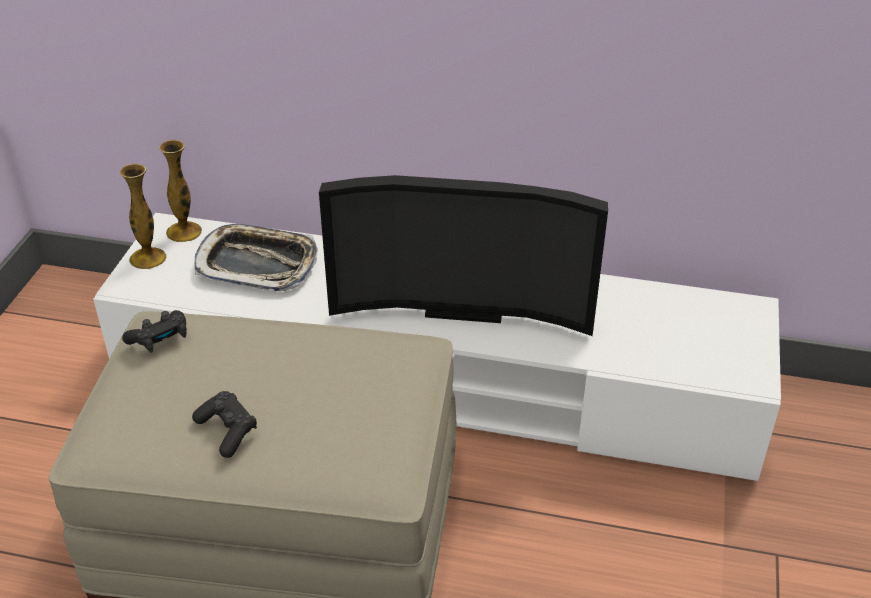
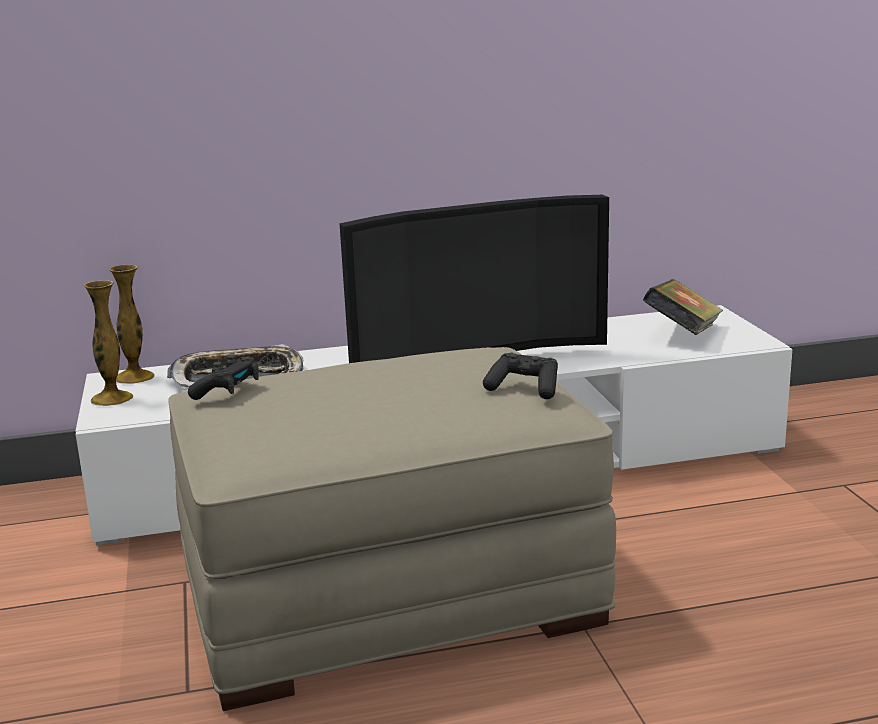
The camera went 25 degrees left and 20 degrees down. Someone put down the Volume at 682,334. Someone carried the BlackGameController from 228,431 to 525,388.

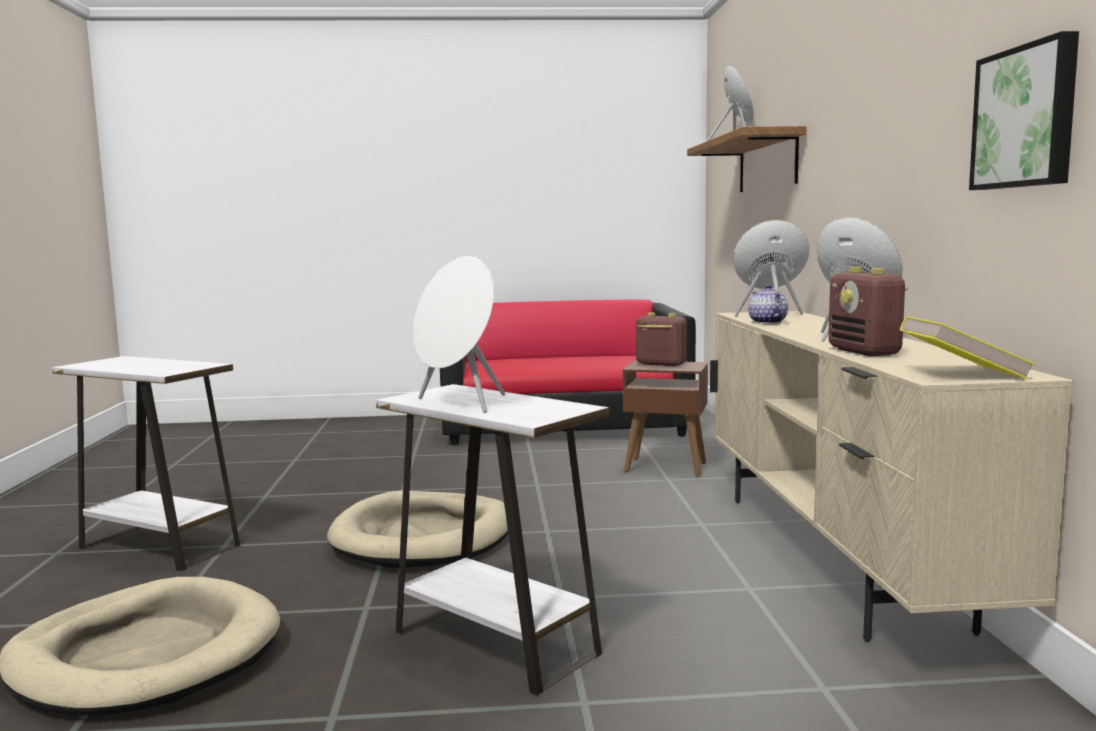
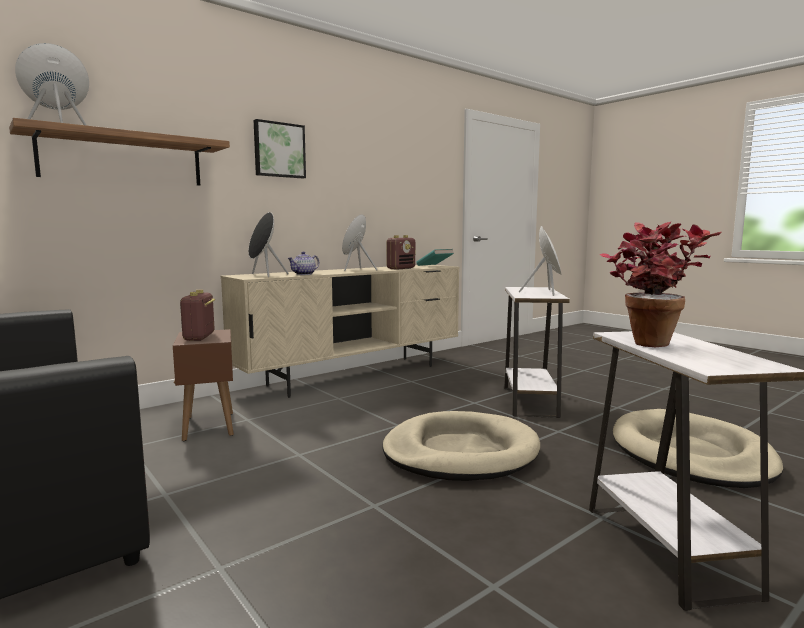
The camera went 125 degrees left and 0 degrees up. Someone put down the PlantInAPot at 647,341. Someone carried the WallArt from 1027,117 to 279,150. Someone repainted the YellowColouredVolume at 962,373, which became the BlueGreenVolume at 434,266.

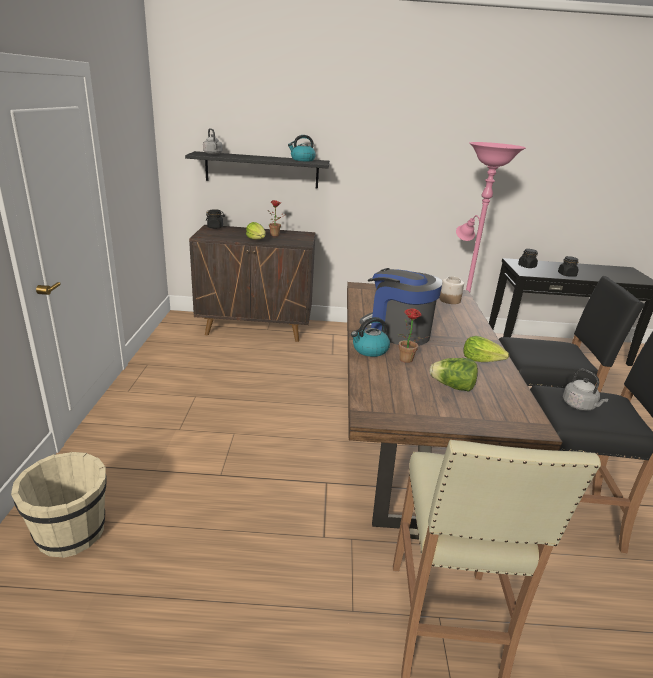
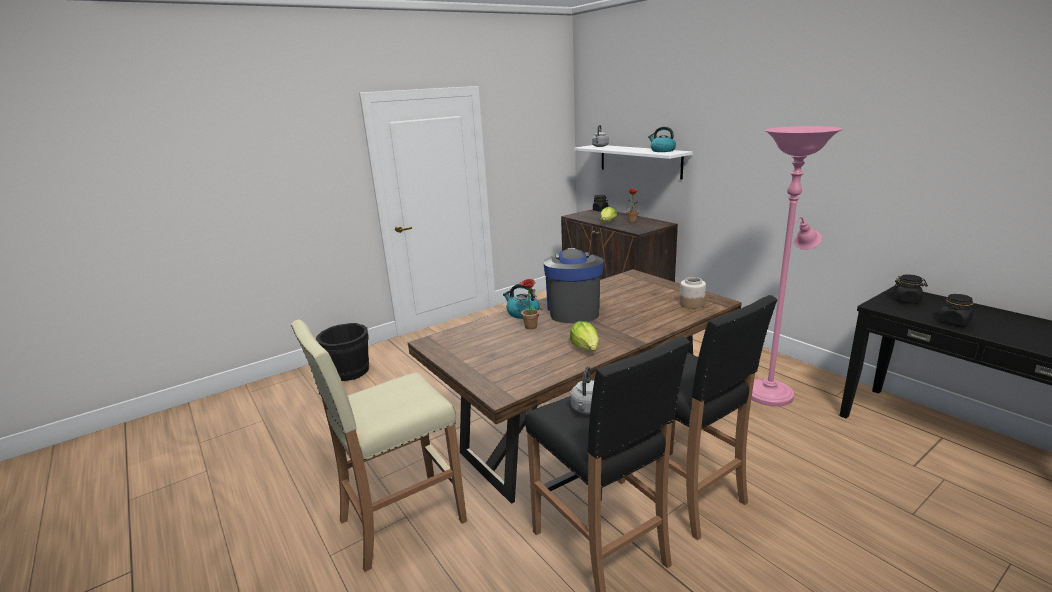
The camera went 55 degrees right and 5 degrees down. Someone took away the LettuceHead at 452,387. Someone repainted the SandColouredBucket at 72,533, which became the BlackBucket at 349,372. Someone repainted the BlackBracketShelf at 262,170, which became the WhitishBracketShelf at 639,161.

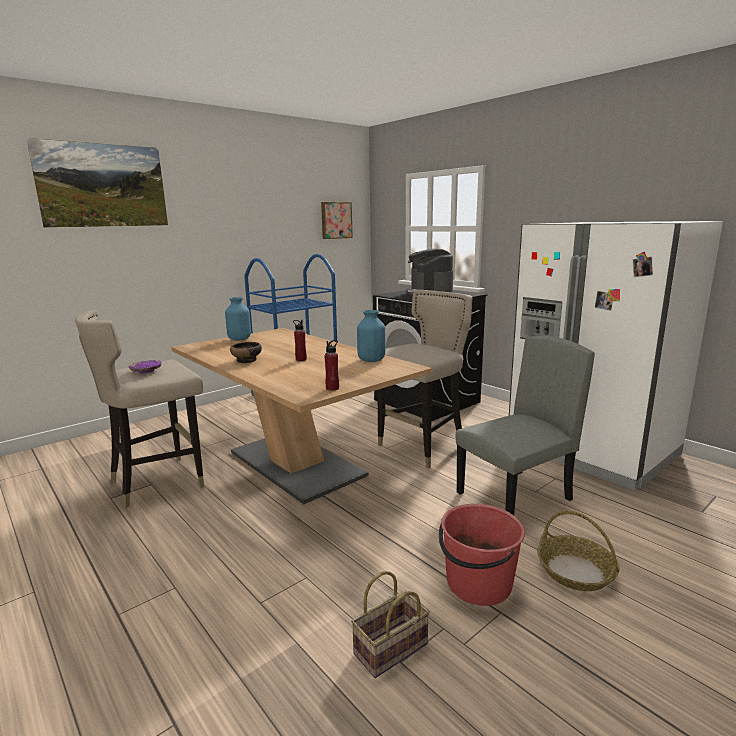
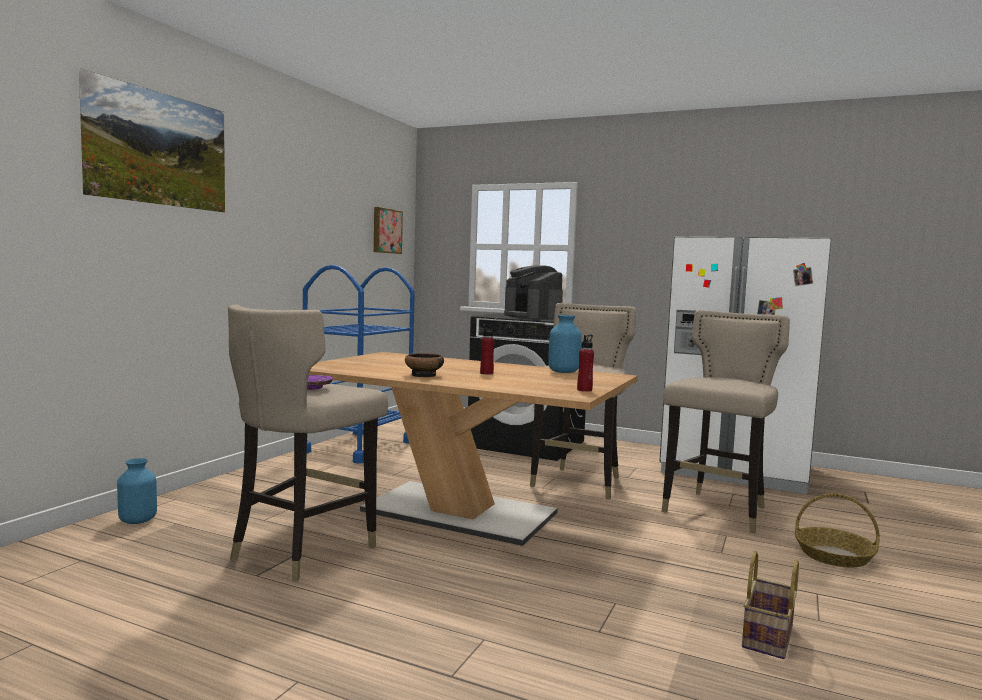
The camera went 25 degrees left and 10 degrees down. Someone took away the RedBucket at 478,584. Someone carried the BluishDecorativeVase from 239,339 to 137,521. Someone swapped the GrayUprightChair at 514,497 for the SandColouredStool at 718,512.

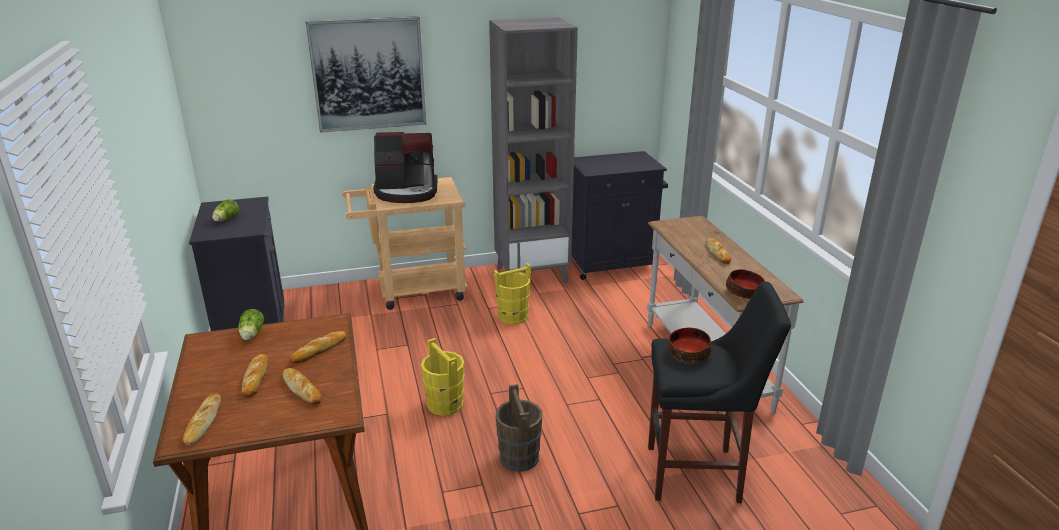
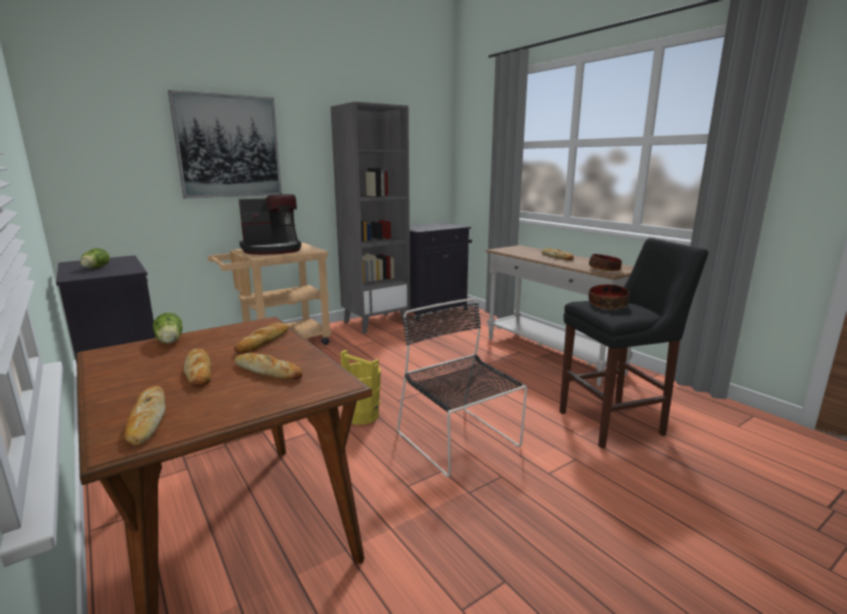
The camera went 20 degrees left and 10 degrees down. Someone took away the YellowColouredBucket at 513,316. Someone swapped the BrownishBucket at 519,457 for the BlackUprightChair at 460,441.

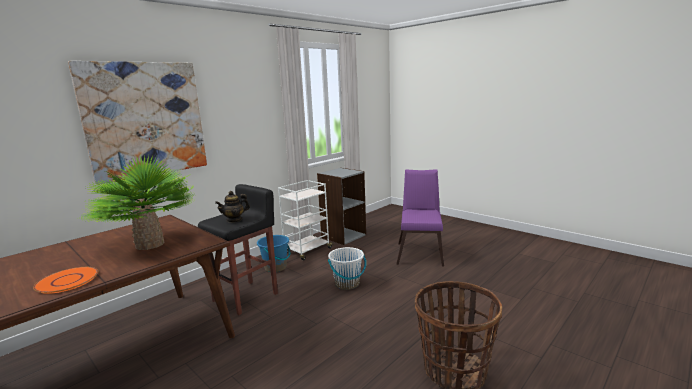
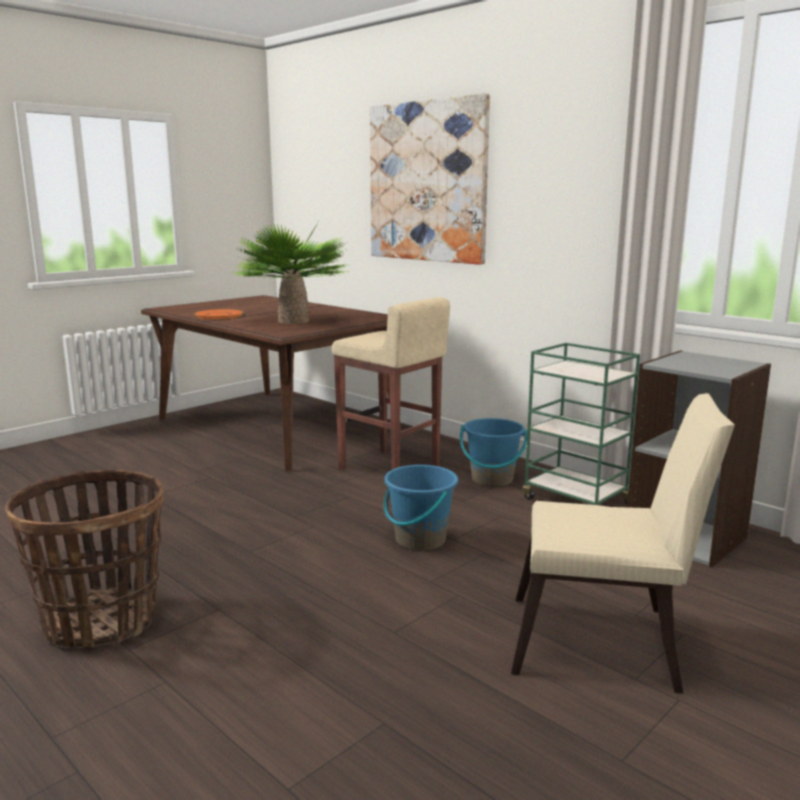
The camera went 90 degrees right and 0 degrees up. Someone took away the TeaPot at 234,220. Someone repainted the BlackStool at 246,297, which became the SandColouredStool at 389,468. Someone repainted the WhitishCart at 307,251, which became the GreenCart at 576,501. Someone repainted the WhitishBucket at 347,284, which became the BluishBucket at 420,540. Someone repainted the PurpleColouredUprightChair at 420,253, which became the SandColouredUprightChair at 605,645.

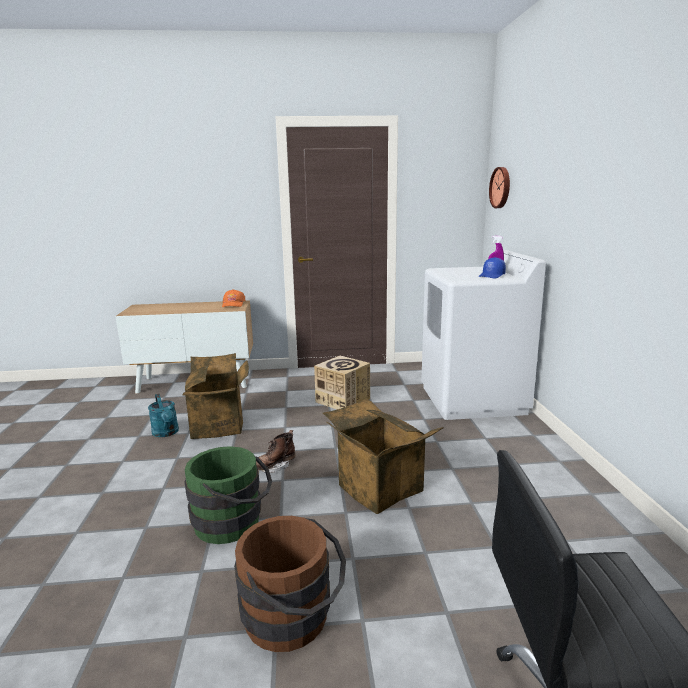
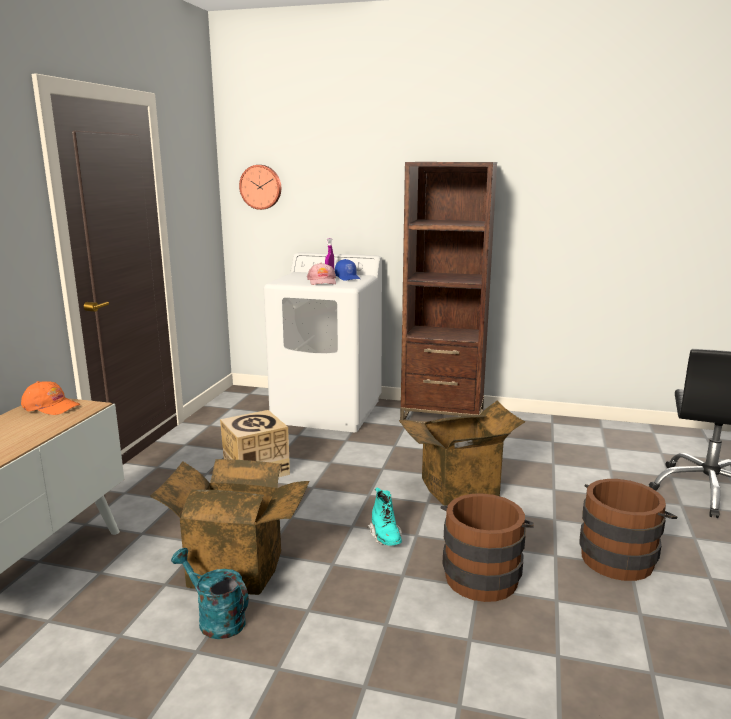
The camera went 70 degrees left and 0 degrees up. Someone put down the PinkColouredPeakedCap at 322,281. Someone put down the BrownishBookshelf at 442,416. Someone repainted the GreenBucket at 234,522, which became the BrownishBucket at 482,574. Someone repainted the BrownishHighTopBoot at 273,467, which became the BlueGreenHighTopBoot at 385,537. Someone rotated the BlueGreenWateringPot at 166,433 by 135 degrees counterclockwise.

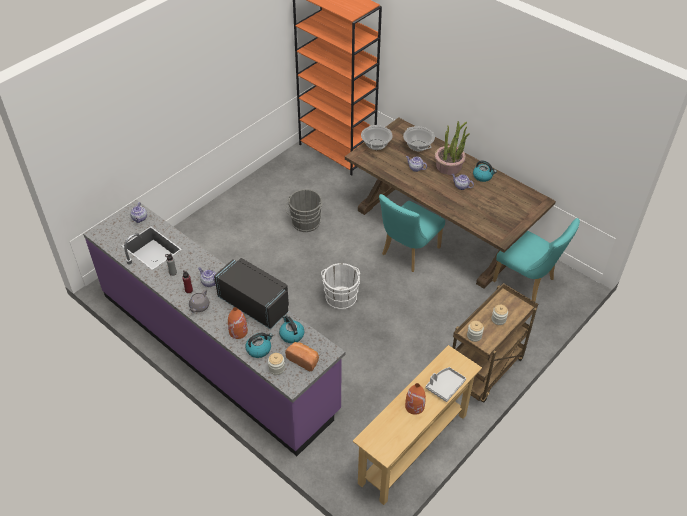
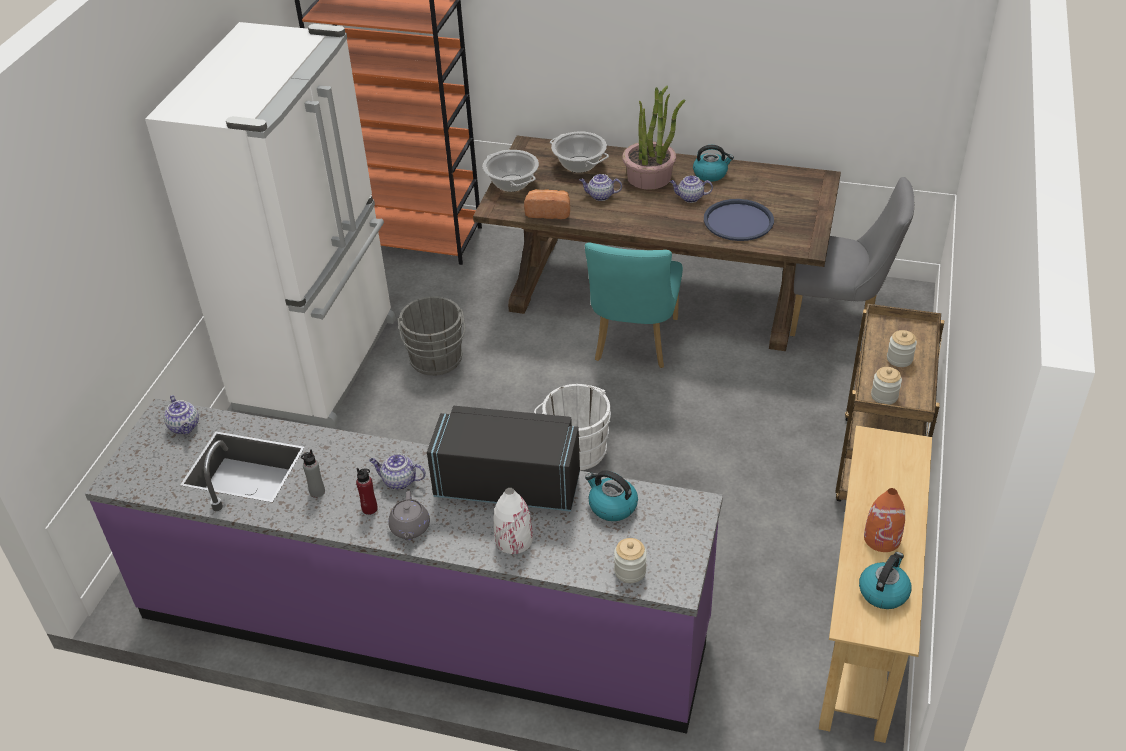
The camera went 25 degrees left and 5 degrees down. Someone took away the GrayTray at 445,386. Someone put down the WhitishKitchenFridge at 320,363. Someone put down the BluishTray at 738,221. Someone carried the TeaKettle from 259,349 to 883,591. Someone carried the BakedBread from 304,359 to 548,212. Someone repainted the OrangeDecorativeVase at 238,331, which became the WhitishDecorativeVase at 513,539. Someone repainted the BlueGreenUprightChair at 527,282, which became the GrayUprightChair at 840,318.

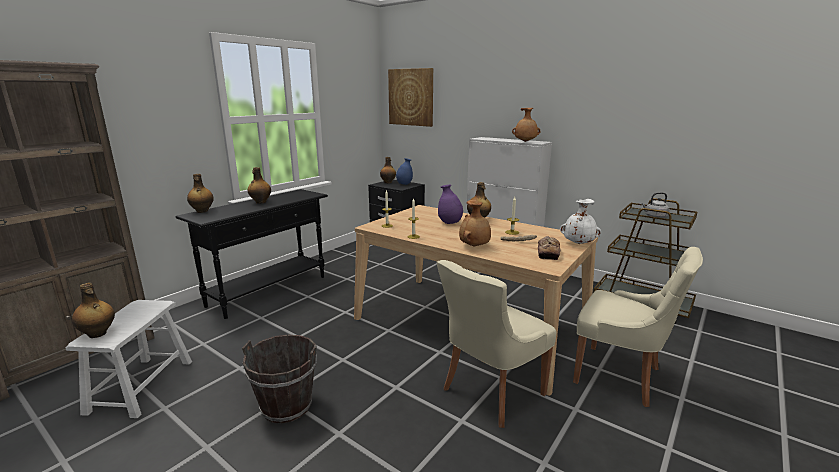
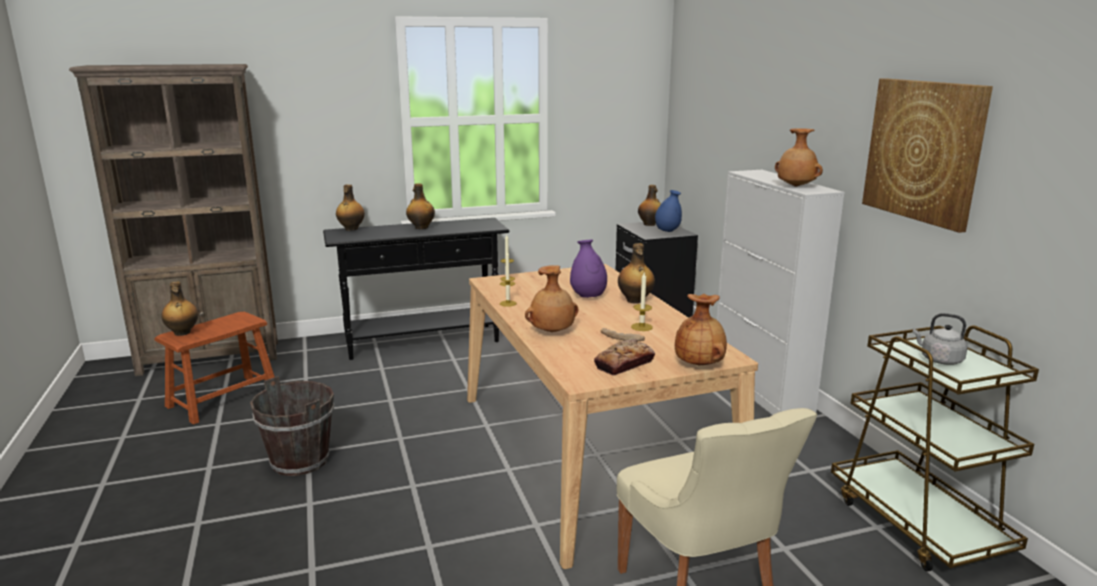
The camera went 35 degrees right and 0 degrees up. Someone took away the SandColouredUprightChair at 490,392. Someone carried the WallArt from 411,97 to 923,151. Someone repainted the WhitishStool at 141,386, which became the BrownishStool at 223,399. Someone repainted the WhitishDecorativeVase at 578,243, which became the BrownishDecorativeVase at 699,364.

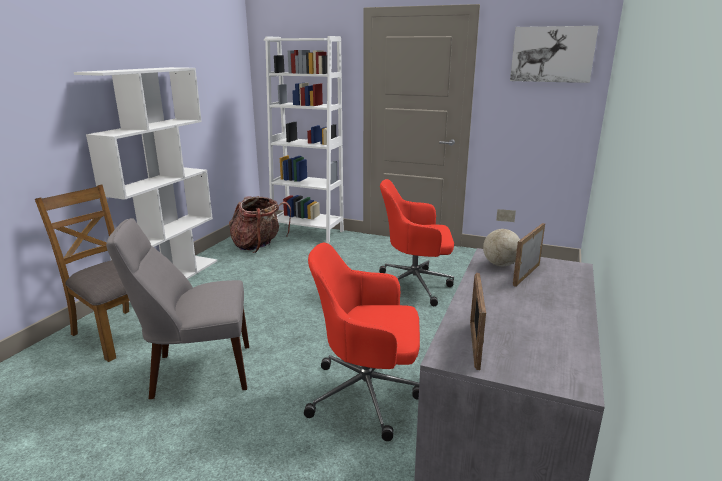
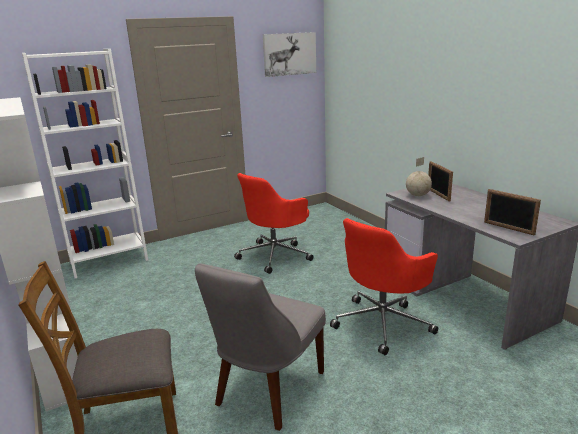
The camera went 50 degrees left and 0 degrees up. Someone took away the Backpack at 259,246.

